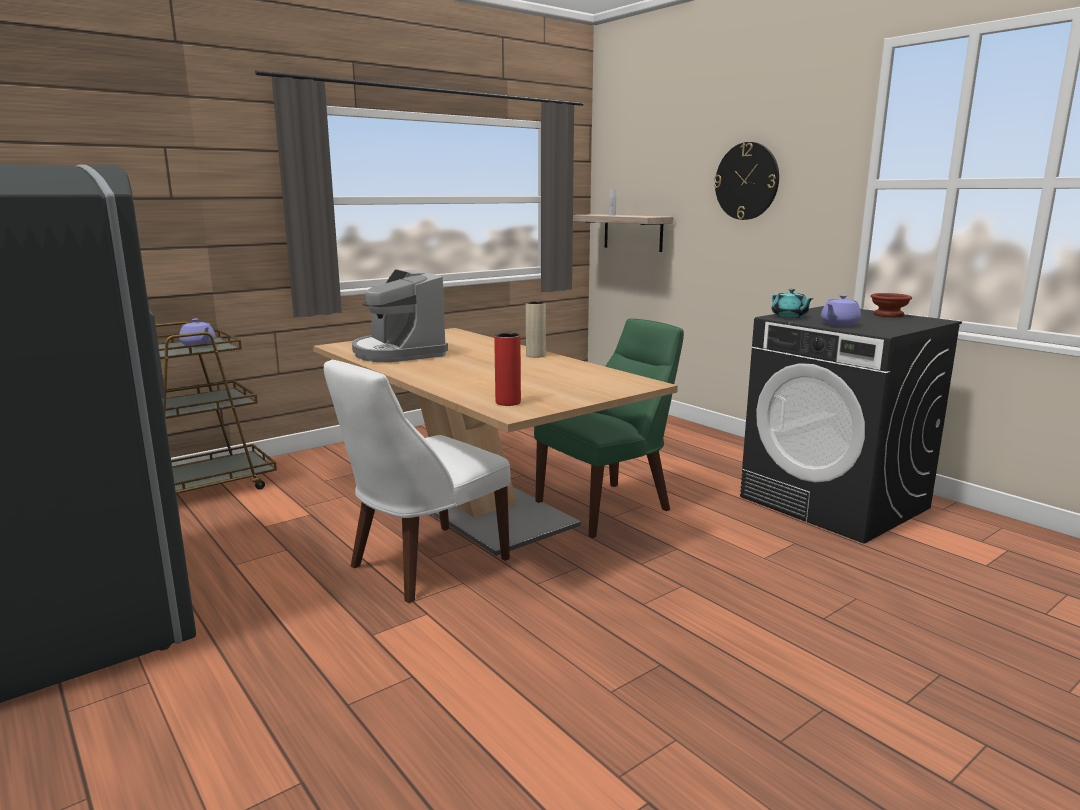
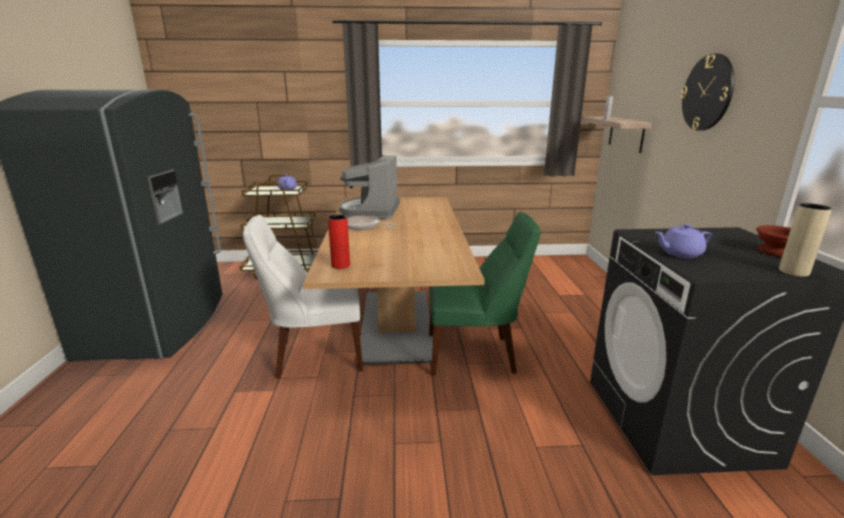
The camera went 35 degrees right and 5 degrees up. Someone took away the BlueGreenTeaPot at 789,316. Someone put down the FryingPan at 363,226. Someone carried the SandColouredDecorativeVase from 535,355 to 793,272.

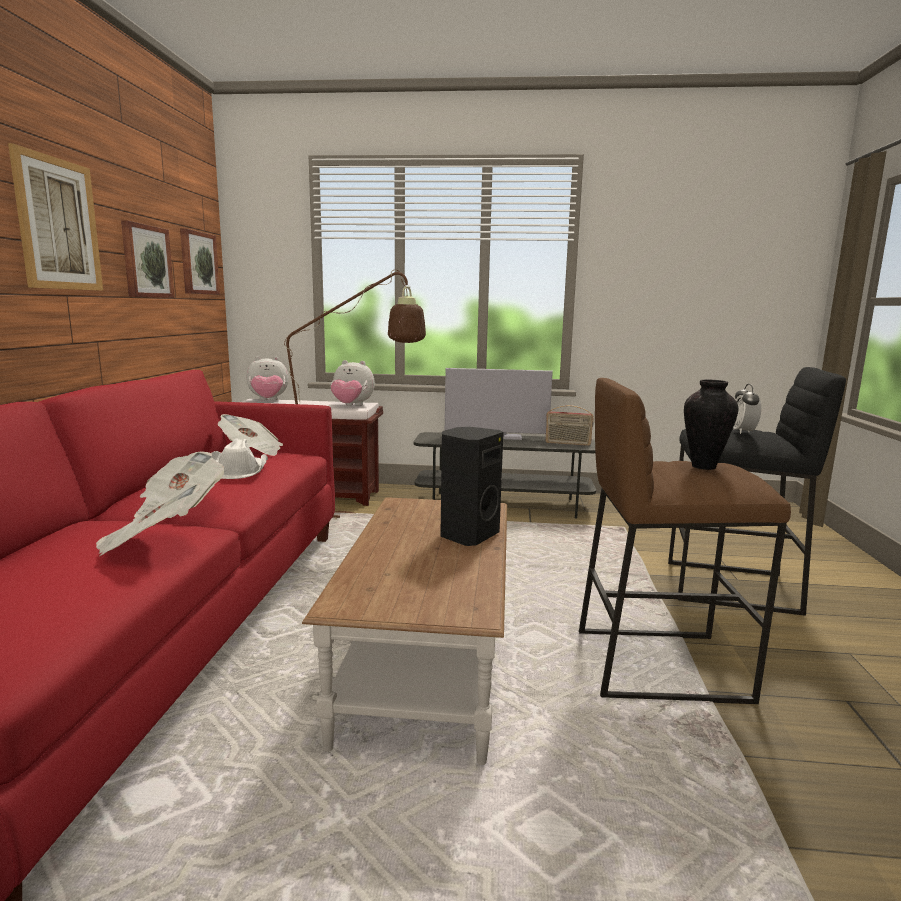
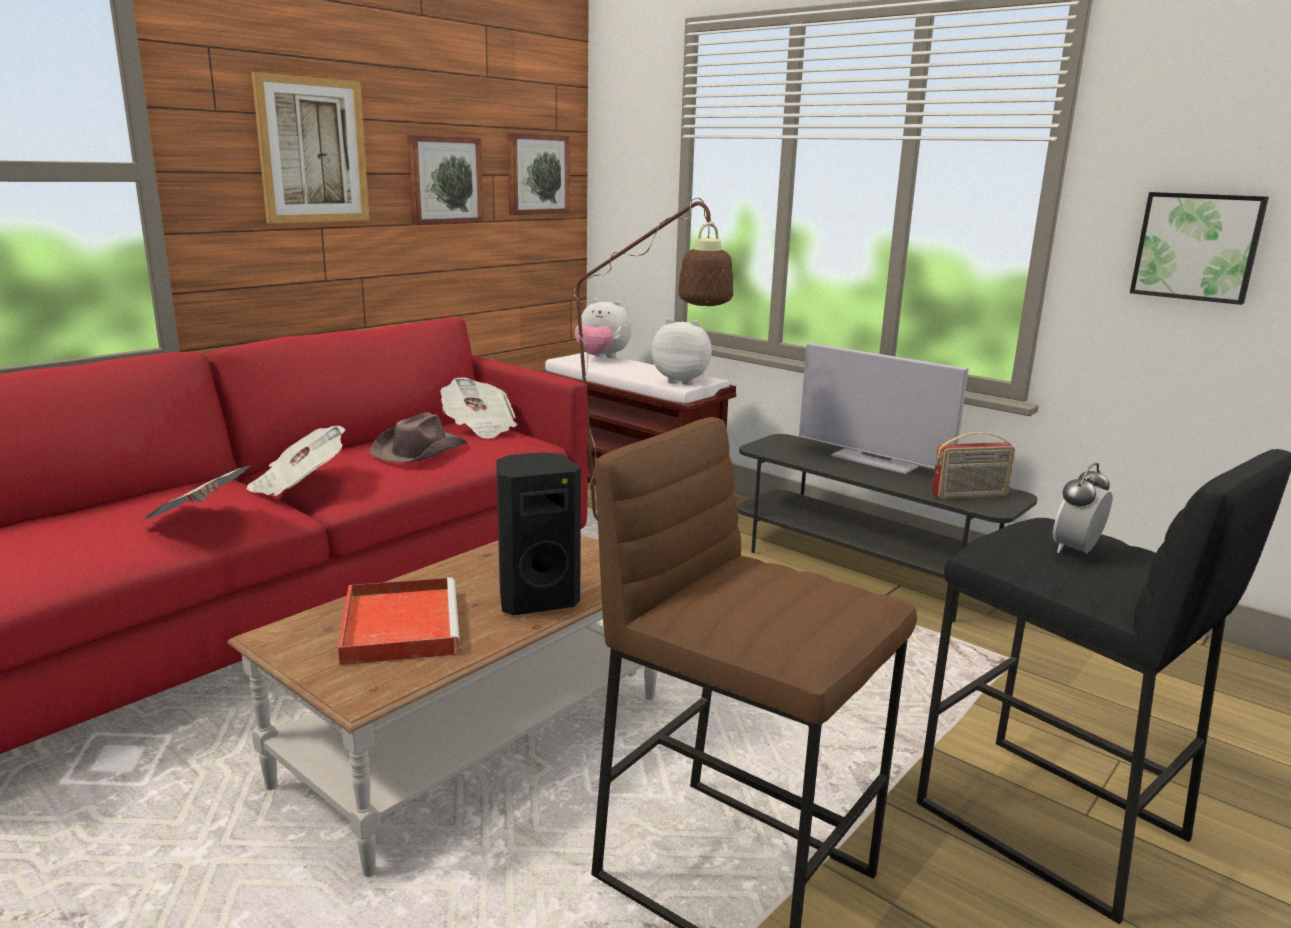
The camera went 35 degrees right and 5 degrees up. Someone took away the DecorativeVase at 702,467. Someone put down the RedTray at 399,624. Someone put up the WallArt at 1197,246. Someone repainted the WhitishWearableHat at 237,470, which became the BrownishWearableHat at 419,450. Someone rotated the SoftToy at 352,406 by 150 degrees clockwise. Someone rotated the RadioSet at 568,443 by 60 degrees counterclockwise.

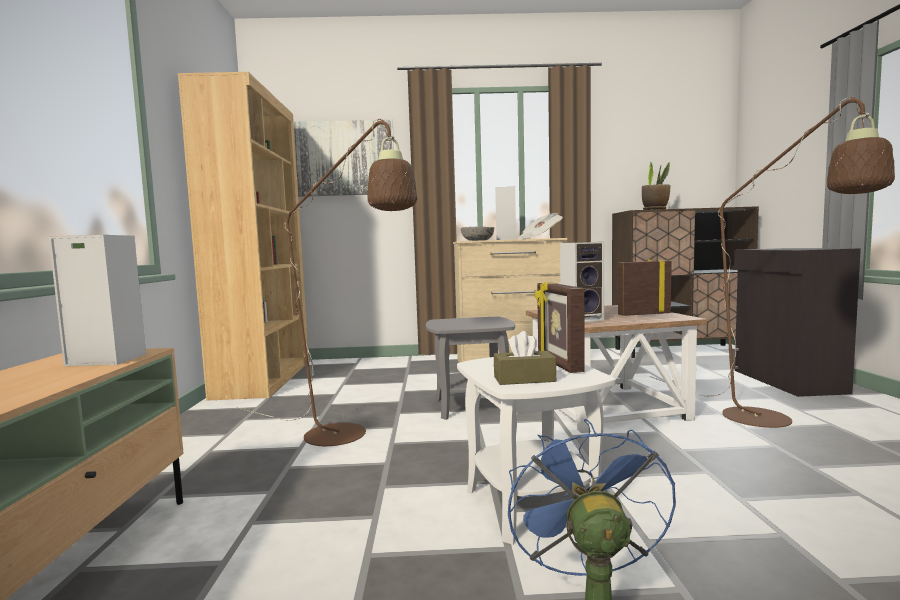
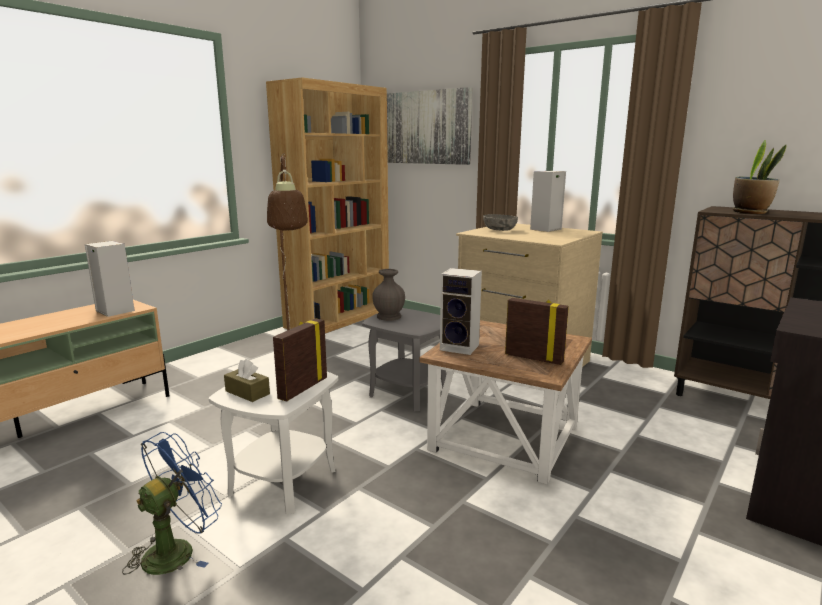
The camera went 40 degrees right and 10 degrees up. Someone took away the Newspaper at 538,238. Someone took away the BrownishFloorLamp at 771,422. Someone put down the GrayDecorativeVase at 389,317.

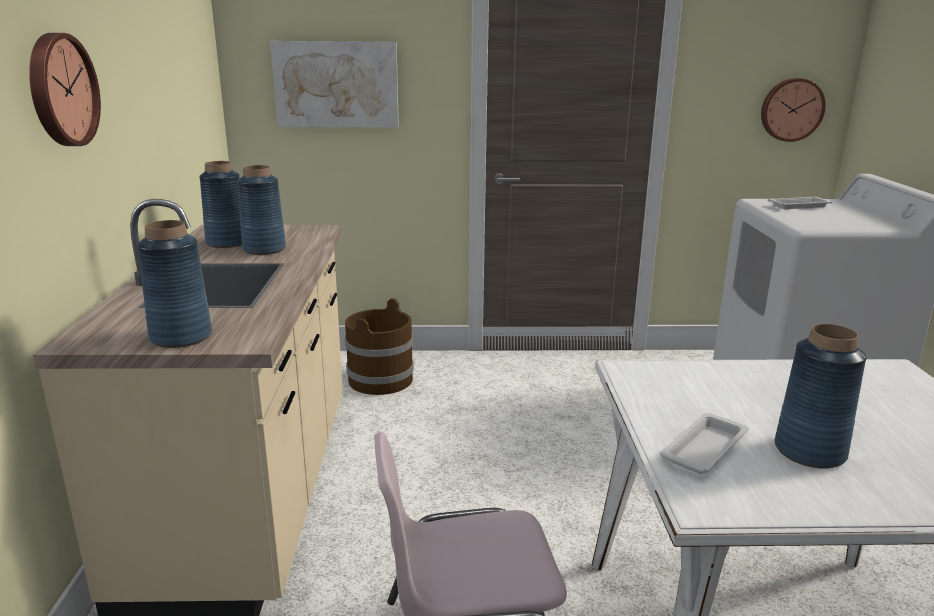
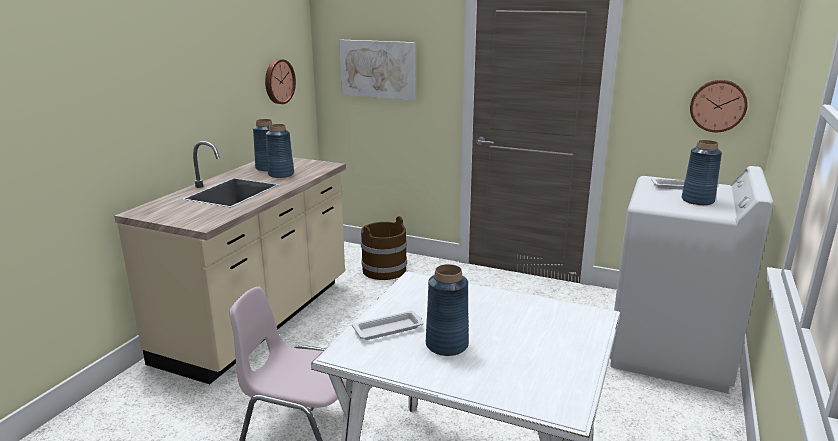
The camera went 25 degrees right and 0 degrees up. Someone carried the ClockOnTheWall from 60,90 to 278,81. Someone carried the BluishDecorativeVase from 181,337 to 698,200.

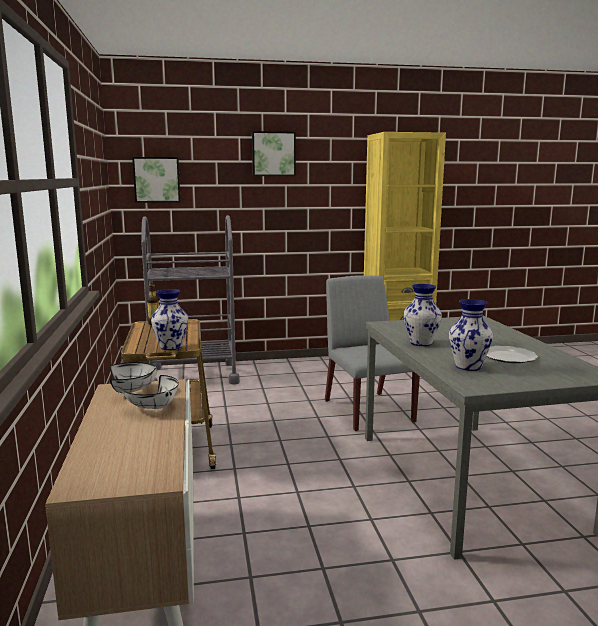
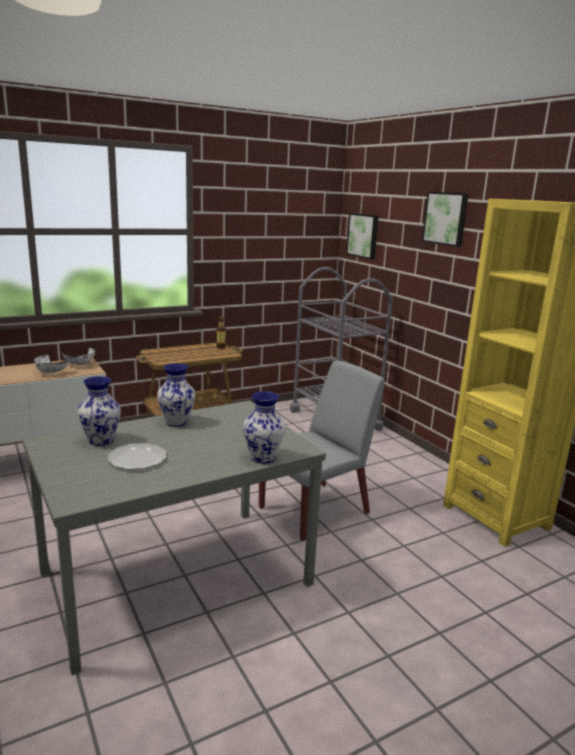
The camera went 70 degrees right and 5 degrees up. Someone carried the DecorativeVase from 171,347 to 263,458.

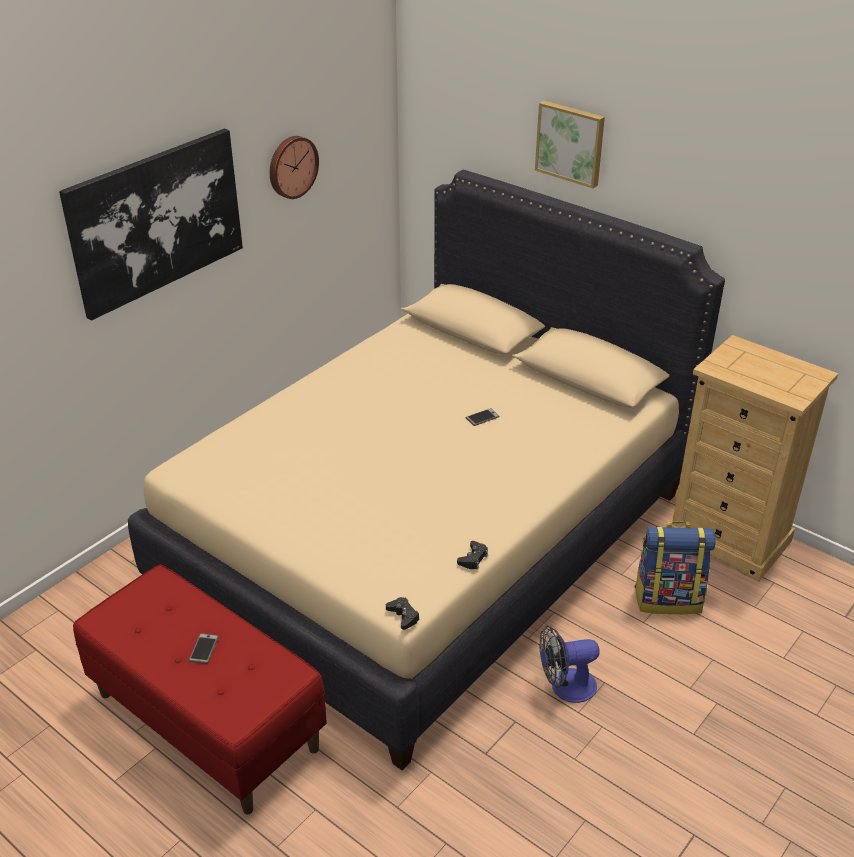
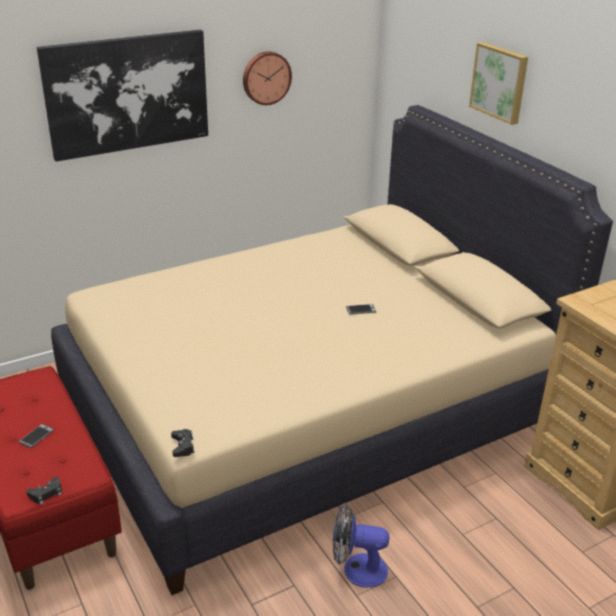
The camera went 20 degrees right and 5 degrees down. Someone took away the Backpack at 668,599. Someone carried the BlackGameController from 473,559 to 46,493.

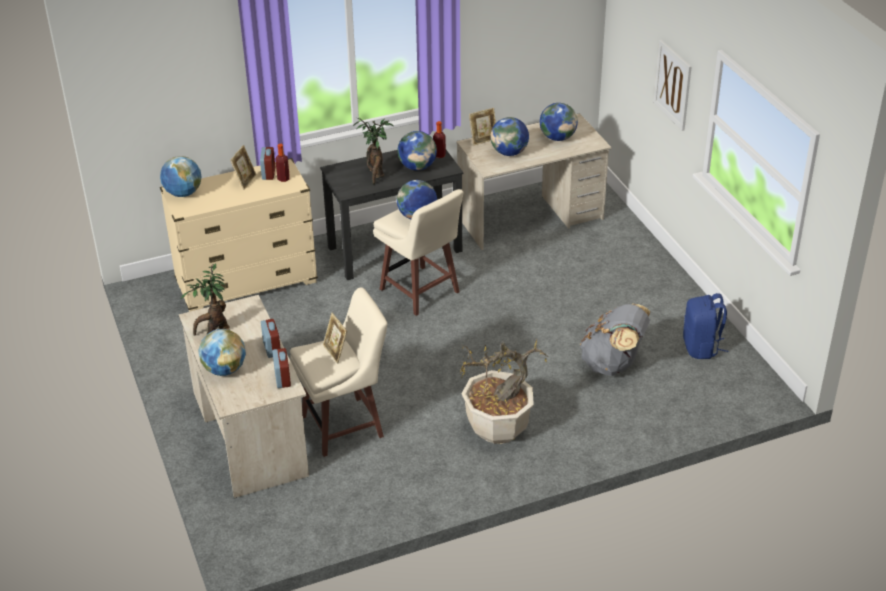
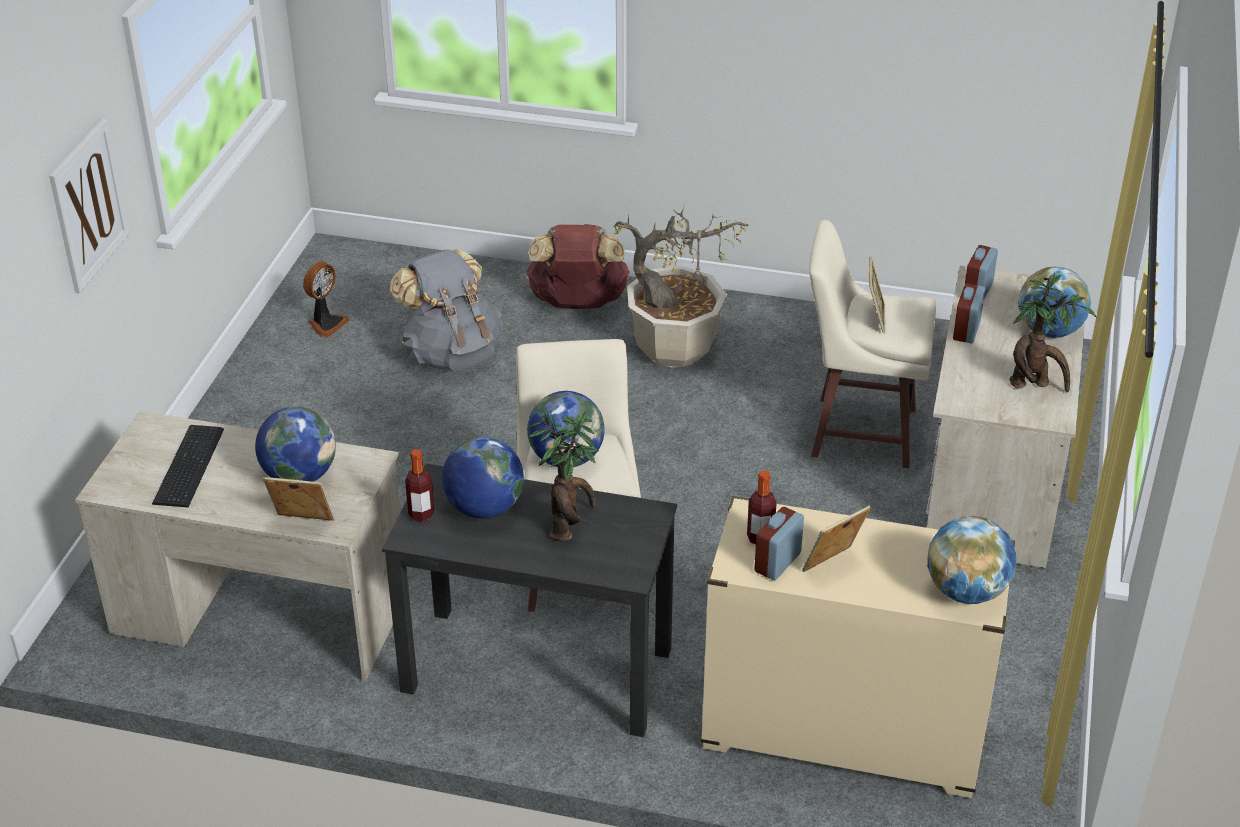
The camera went 145 degrees left and 0 degrees up. Someone put down the BrownishBackpack at 578,303. Someone swapped the WorldGlobe at 557,137 for the PcKeyboard at 186,467. Someone swapped the BluishBackpack at 701,347 for the ElectricFan at 326,323.

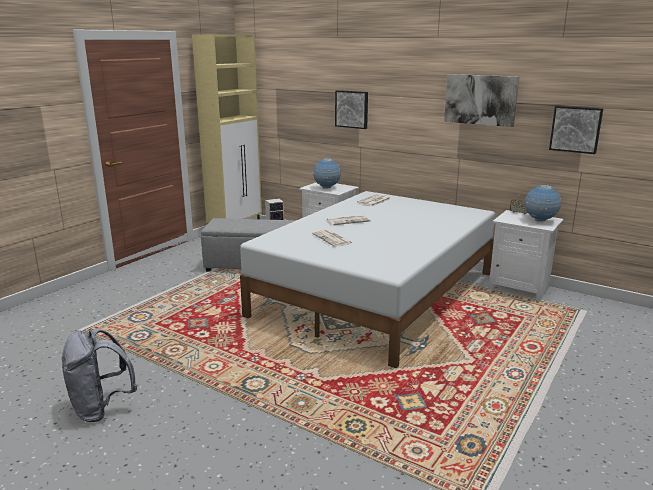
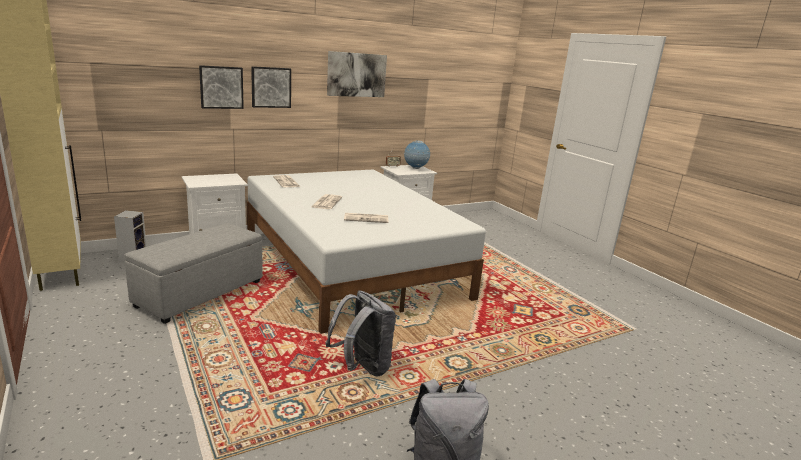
The camera went 65 degrees left and 0 degrees up. Someone took away the WorldGlobe at 327,188. Someone put down the GrayBackpack at 362,367. Someone carried the WallArt from 575,129 to 271,87.

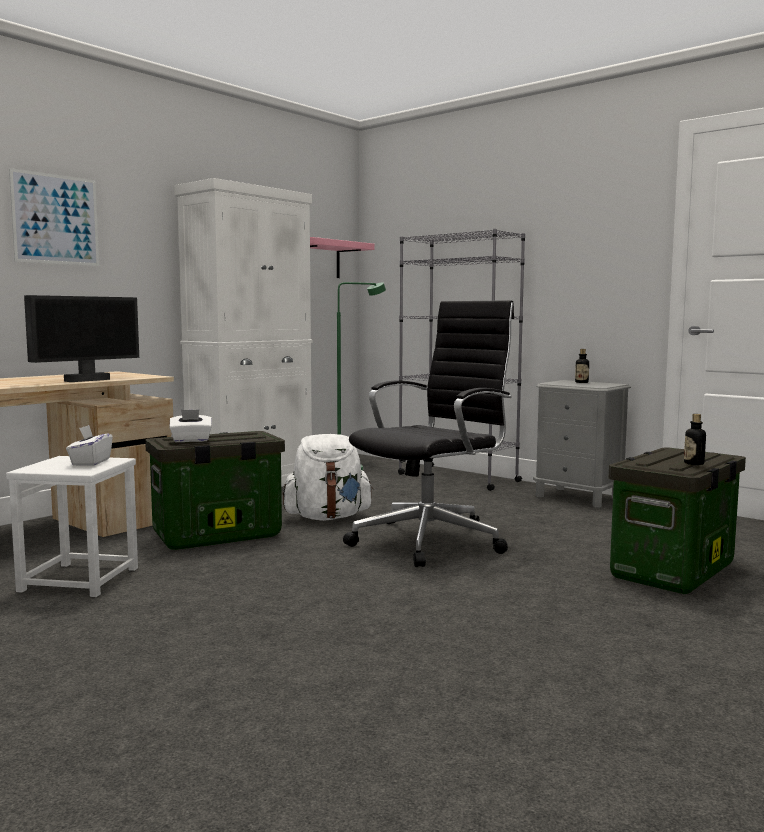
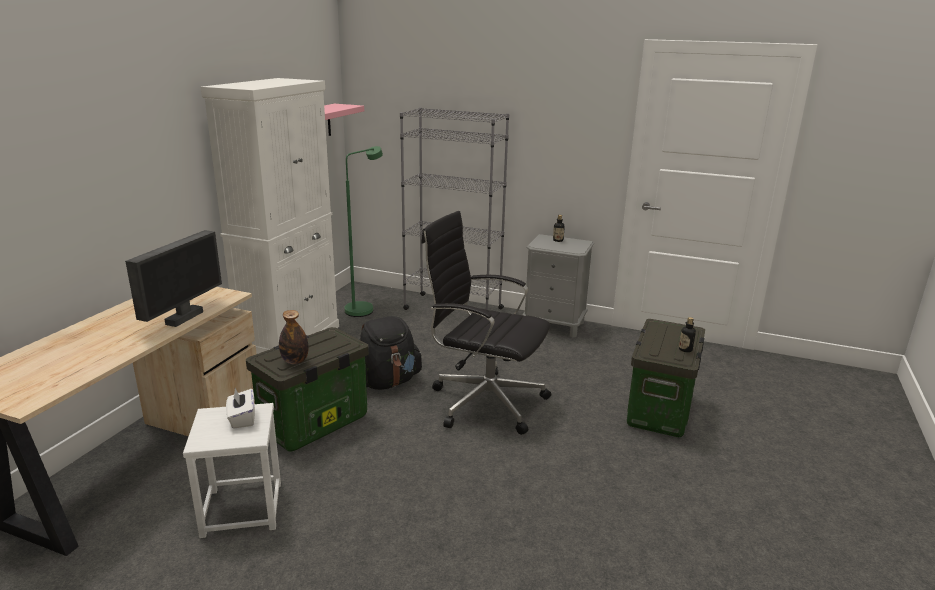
The camera went 20 degrees left and 15 degrees up. Someone took away the WallArt at 56,219. Someone swapped the WhitishTissueHolder at 191,440 for the BeverageBottle at 295,361. Someone repainted the WhitishBackpack at 327,517, which became the BlackBackpack at 387,382. Someone rotated the BlackOfficeChair at 431,540 by 90 degrees counterclockwise.

